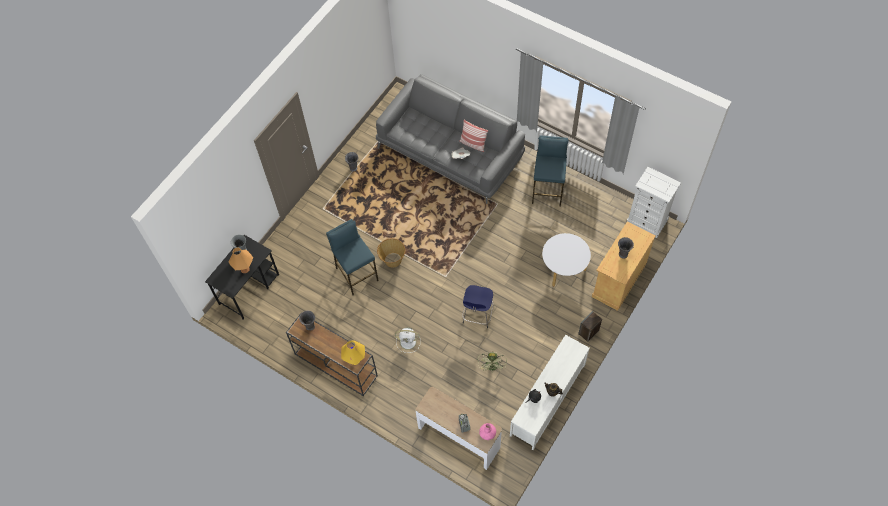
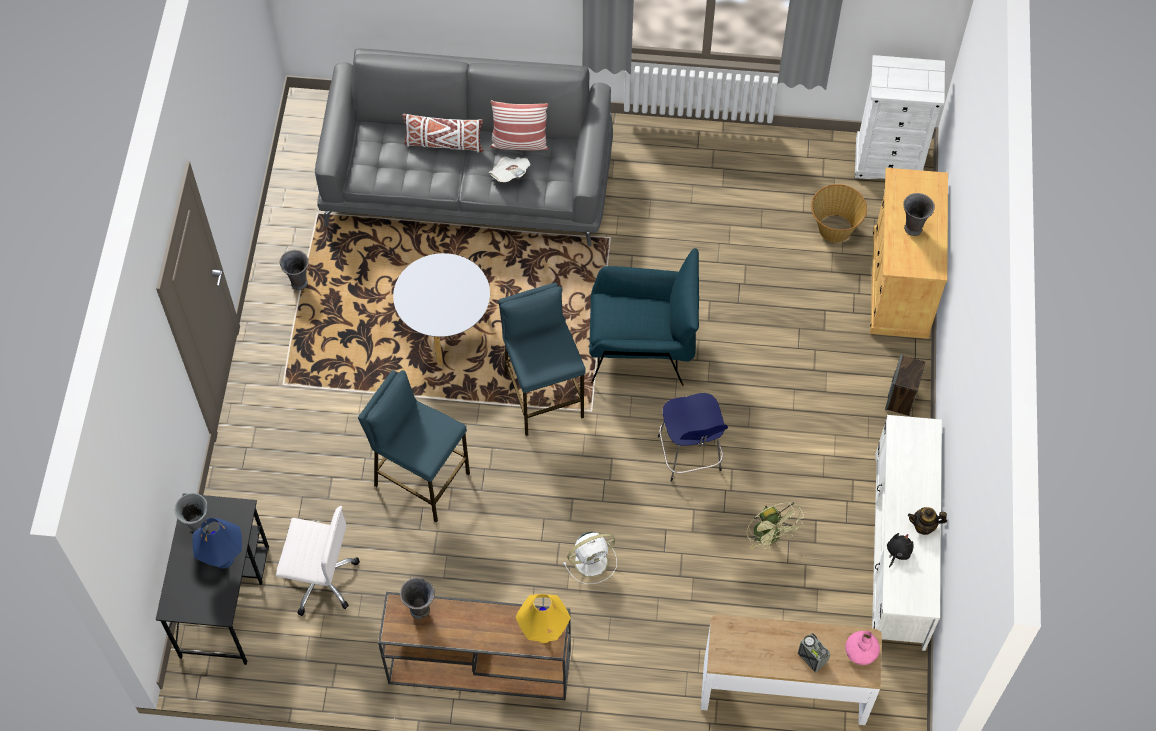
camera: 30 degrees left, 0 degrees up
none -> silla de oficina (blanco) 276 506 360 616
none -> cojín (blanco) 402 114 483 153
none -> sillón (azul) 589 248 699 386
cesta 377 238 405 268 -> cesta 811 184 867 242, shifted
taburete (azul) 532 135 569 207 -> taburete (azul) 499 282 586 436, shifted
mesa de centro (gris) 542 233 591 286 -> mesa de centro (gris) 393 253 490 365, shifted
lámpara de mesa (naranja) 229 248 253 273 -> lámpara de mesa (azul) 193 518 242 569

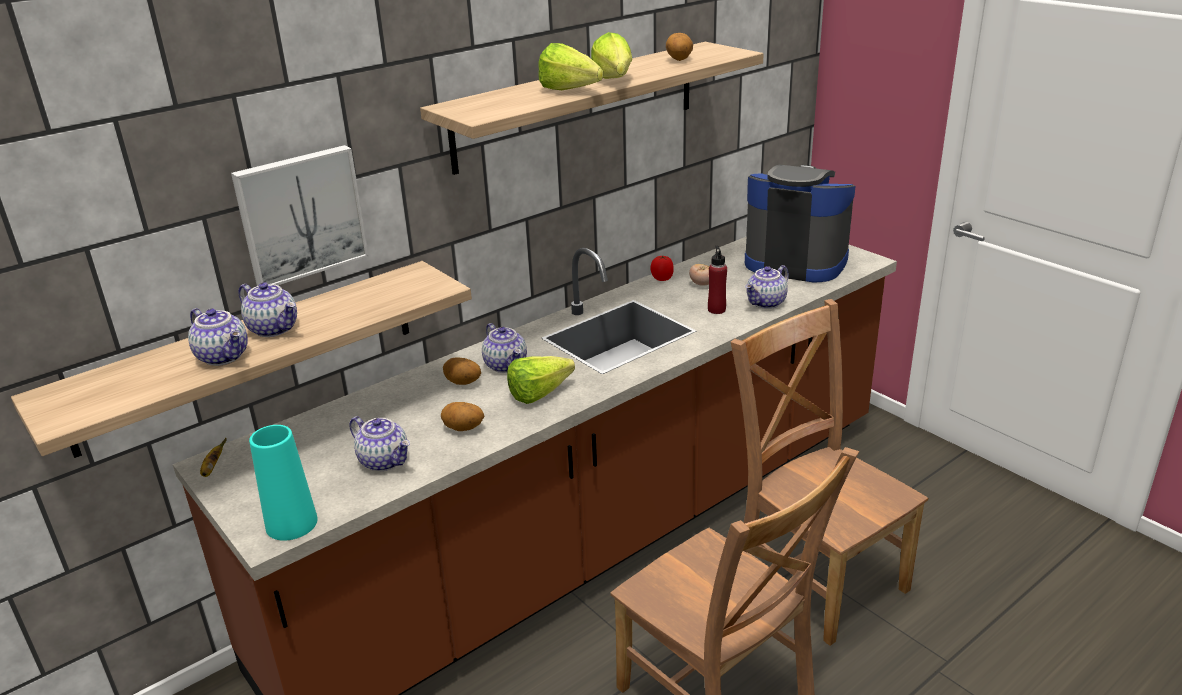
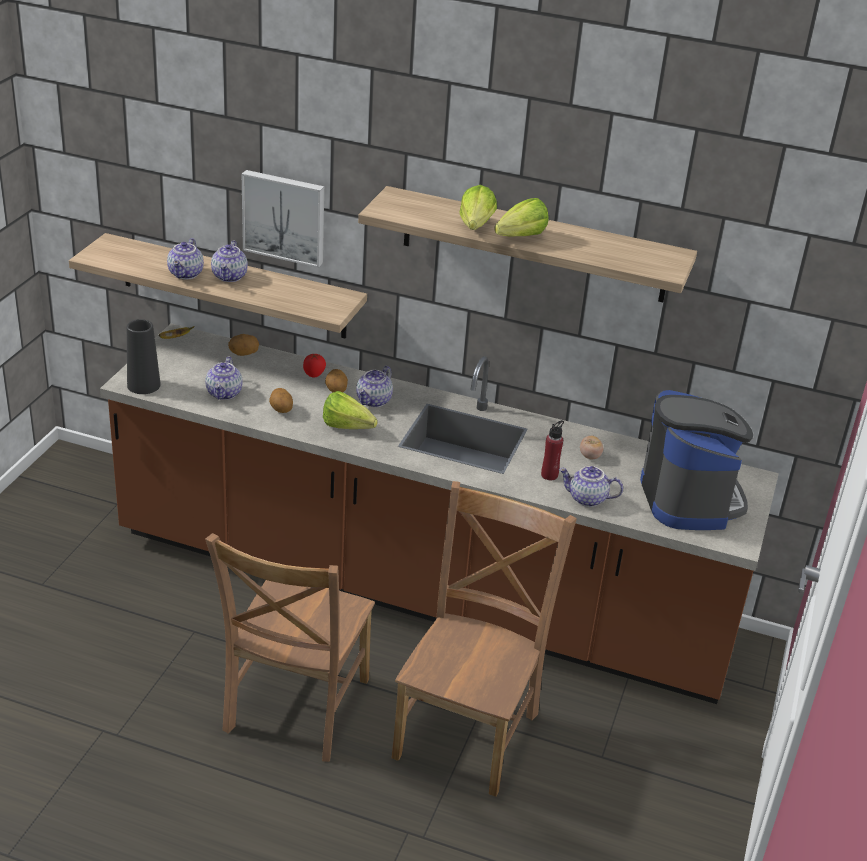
camera: 55 degrees right, 5 degrees up
tomate 650 256 674 281 -> tomate 303 354 326 378, shifted
patata 666 33 693 61 -> patata 228 334 259 356, shifted
florero (turquesa) 249 425 318 541 -> florero (negro) 127 319 161 394

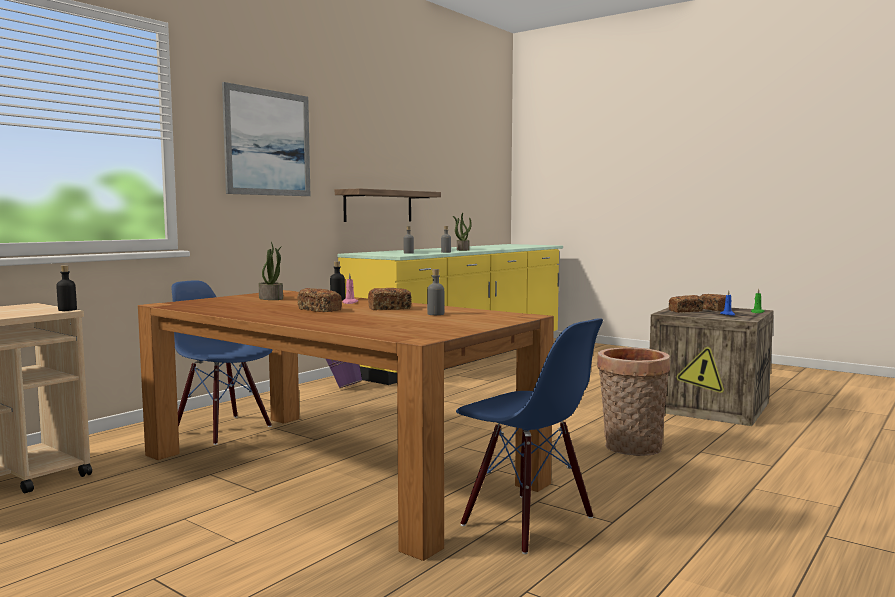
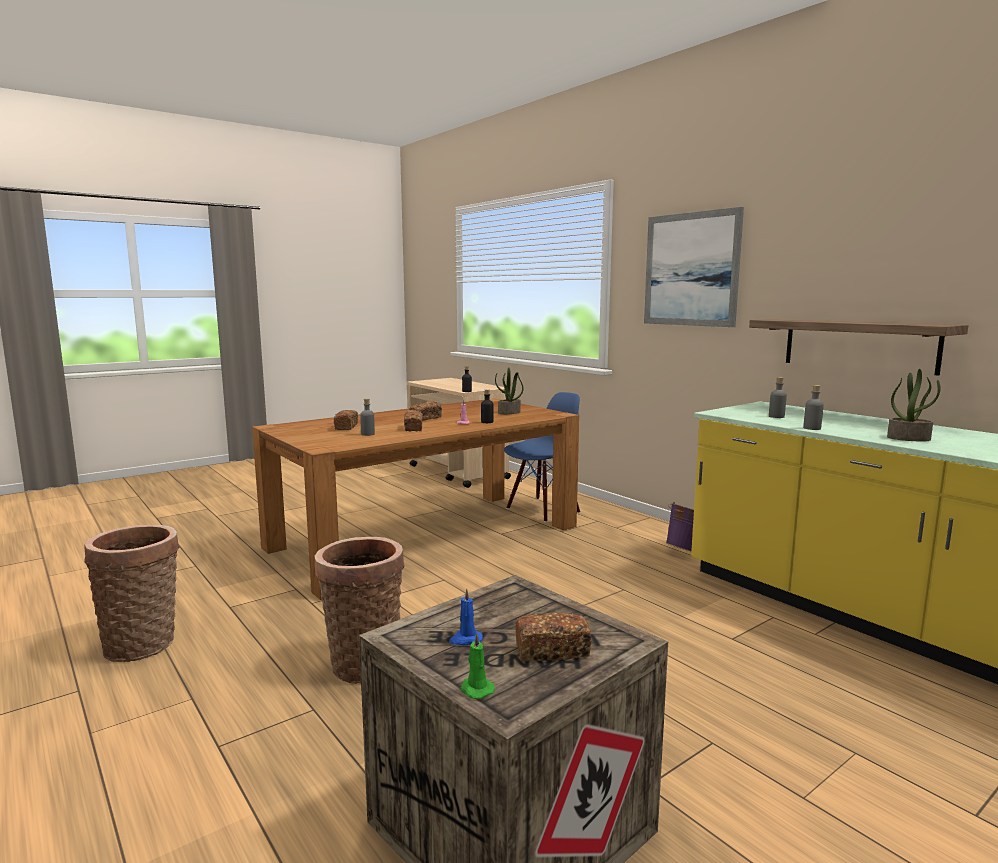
camera: 105 degrees right, 5 degrees up
silla (azul) 456 318 603 554 -> none
none -> cesta 84 525 180 662
pan 669 295 704 313 -> pan 334 410 358 430, shifted

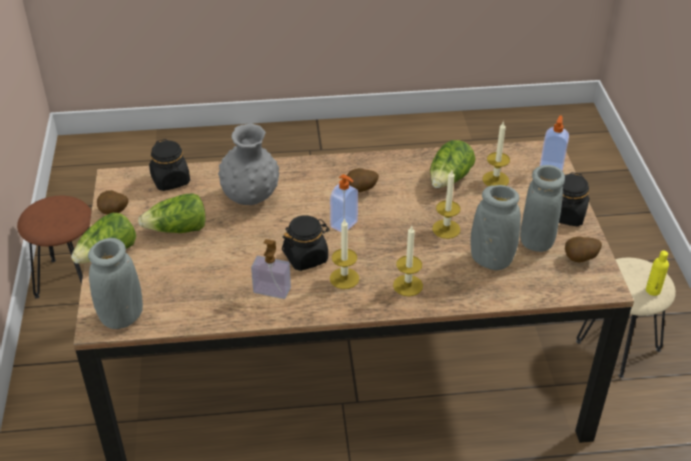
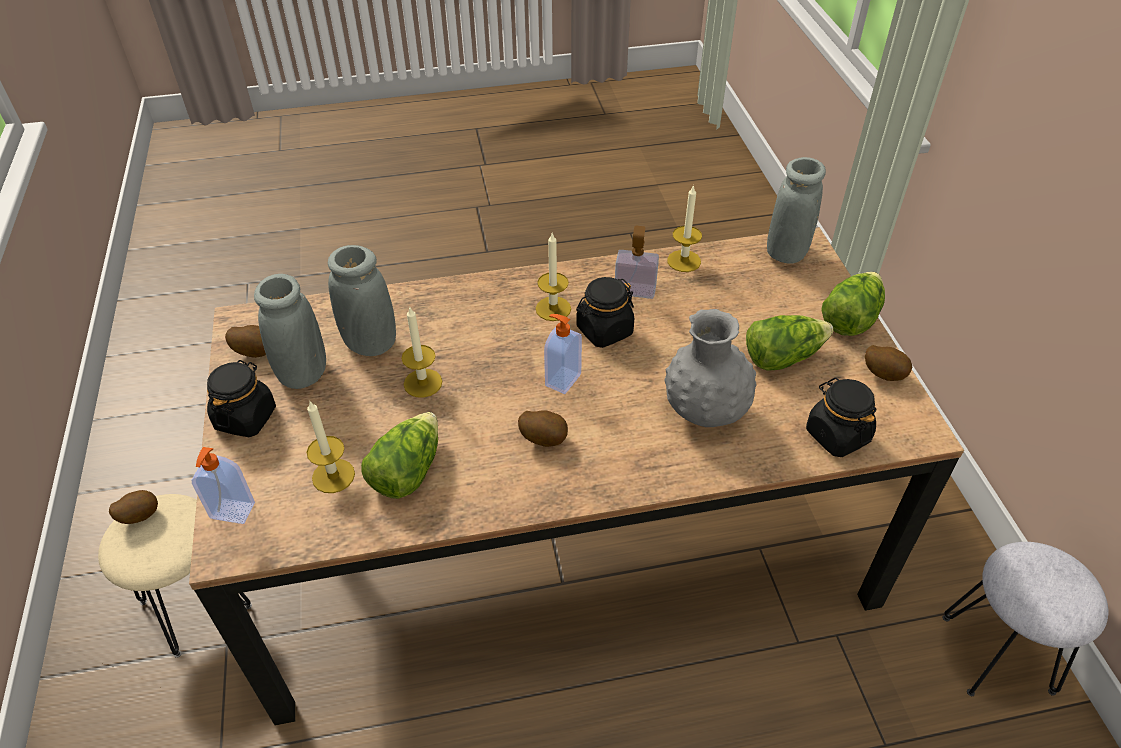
camera: 175 degrees right, 5 degrees up
vela 393 225 423 296 -> vela 667 185 702 272, shifted
botella (amarillo) 646 251 669 296 -> patata 109 490 158 524
taburete (marrón) 17 196 91 299 -> taburete (gris) 943 542 1108 696

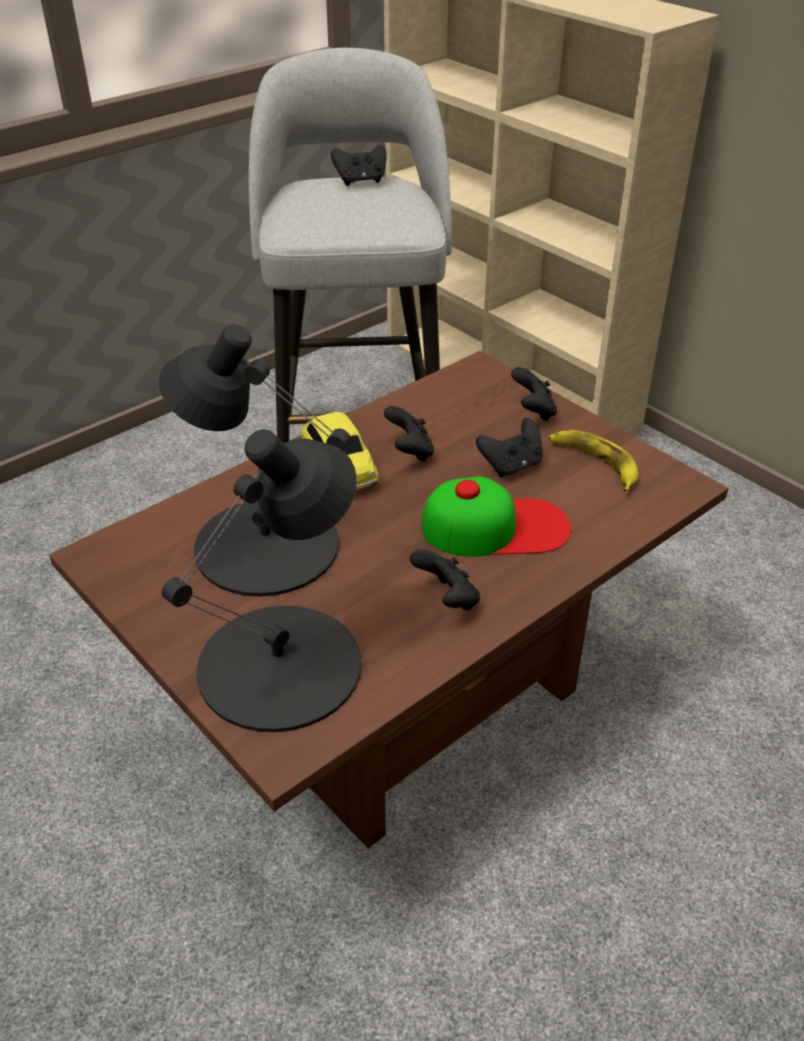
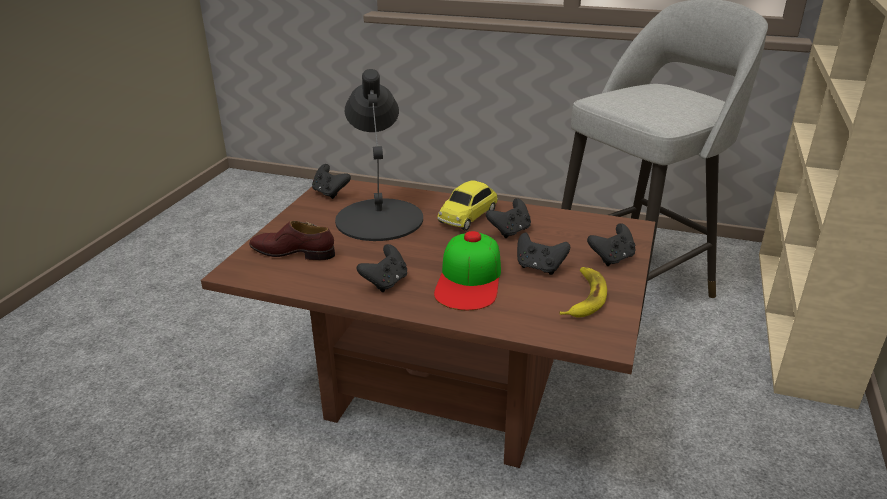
camera: 60 degrees right, 10 degrees down
mando de consola (negro) 331 144 386 186 -> mando de consola (negro) 312 164 351 199, shifted
lámpara de mesa (negro) 161 429 362 732 -> zapato (marrón) 249 221 335 260
gorra 422 476 571 557 -> gorra 434 231 501 310, 45 degrees clockwise

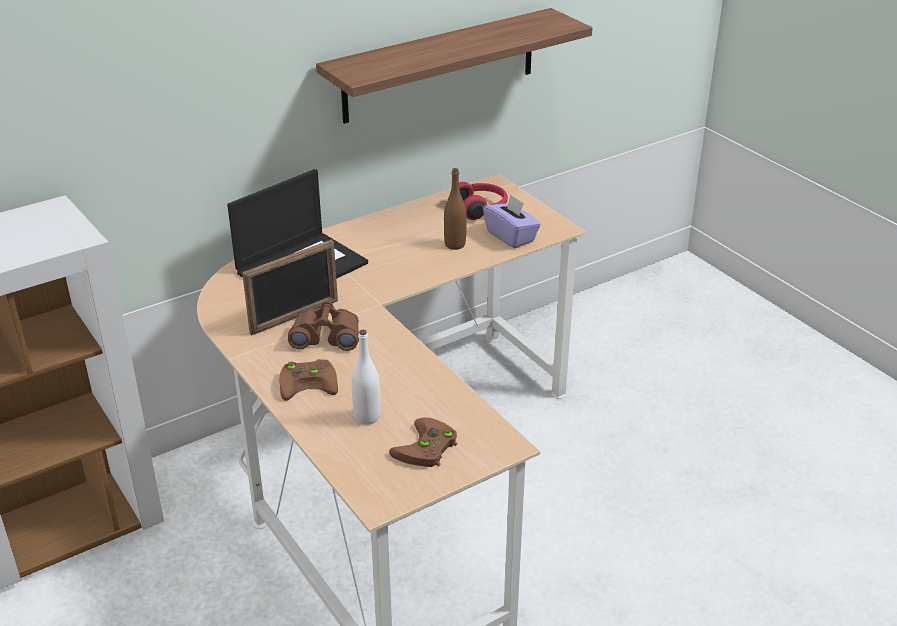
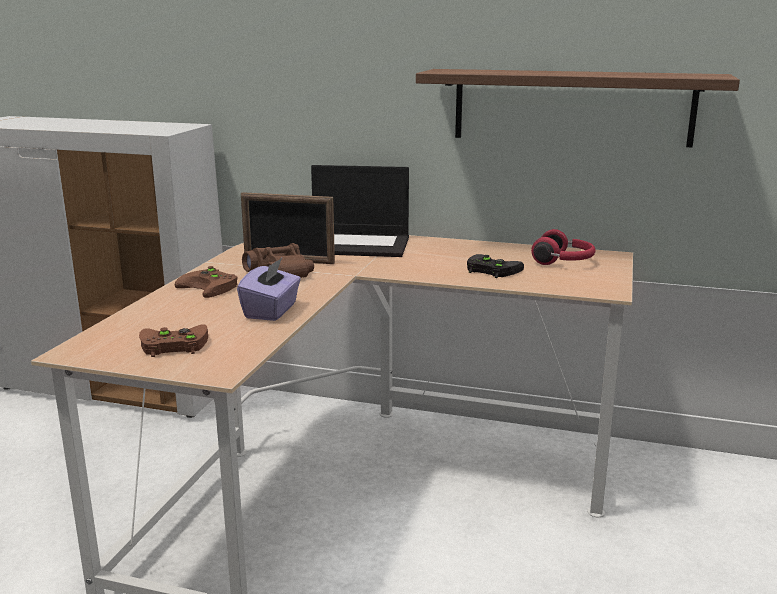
camera: 50 degrees right, 15 degrees down
botella (blanco) 351 329 381 425 -> none
caja de pañuelos (morado) 483 194 541 248 -> caja de pañuelos (morado) 237 258 301 321, shifted
botella (marrón) 444 168 467 250 -> mando de consola (negro) 467 254 524 278

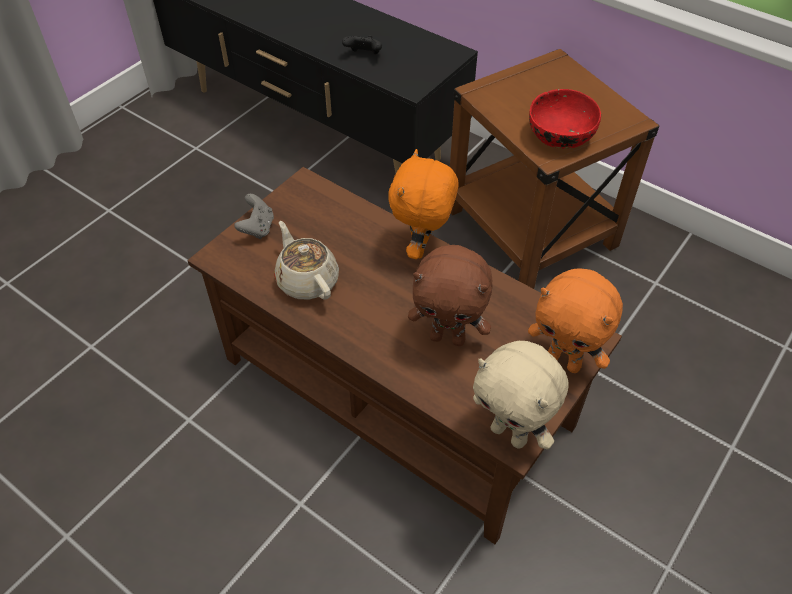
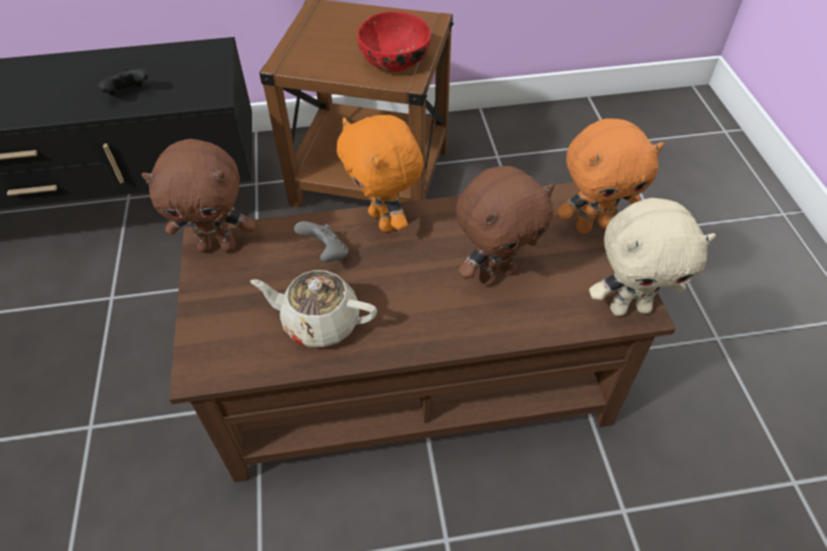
camera: 45 degrees left, 0 degrees up
none -> peluche (marrón) 141 139 255 253
mando de consola (gris) 234 194 274 239 -> mando de consola (gris) 294 221 348 262, shifted

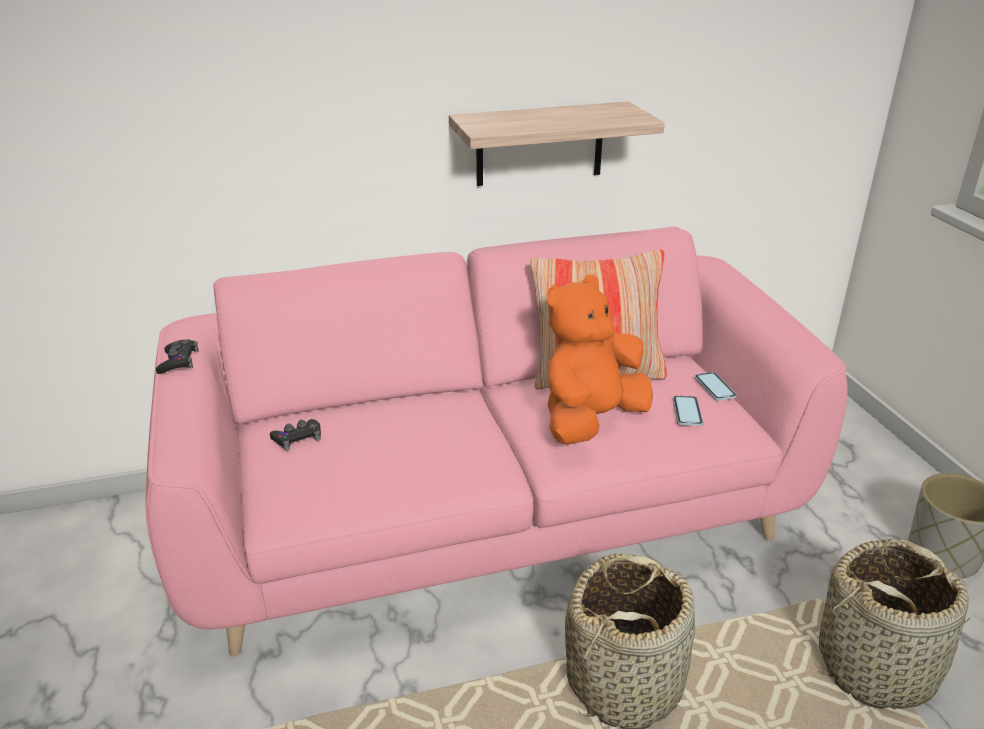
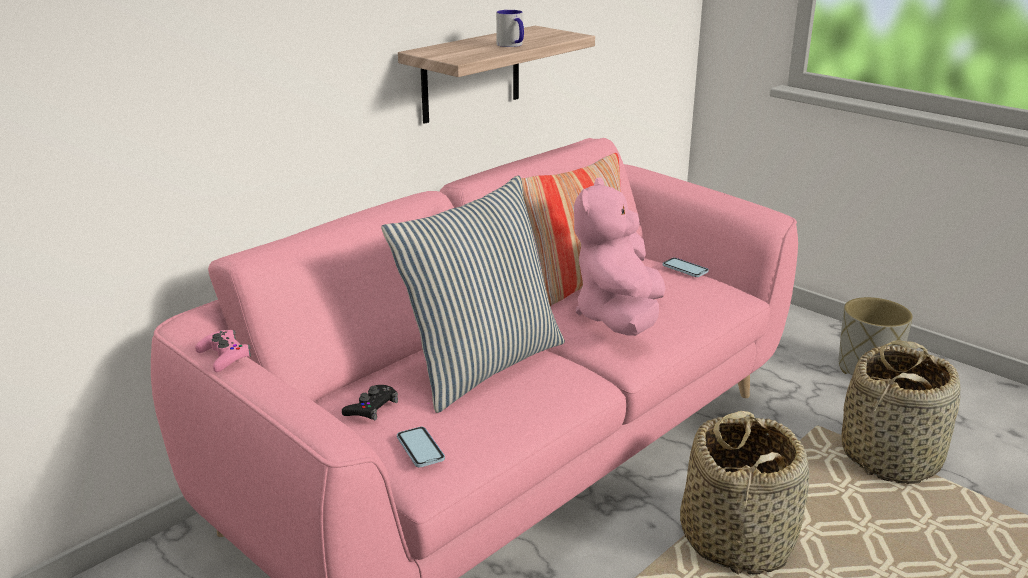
camera: 30 degrees left, 5 degrees down
none -> cojín 381 176 565 413
none -> taza grande 496 10 524 47
móvil 673 396 703 426 -> móvil 397 427 445 467, shifted
mando de consola (negro) 156 339 199 374 -> mando de consola (rosa) 195 330 251 372
peluche (naranja) 547 275 653 445 -> peluche (rosa) 574 177 666 336

